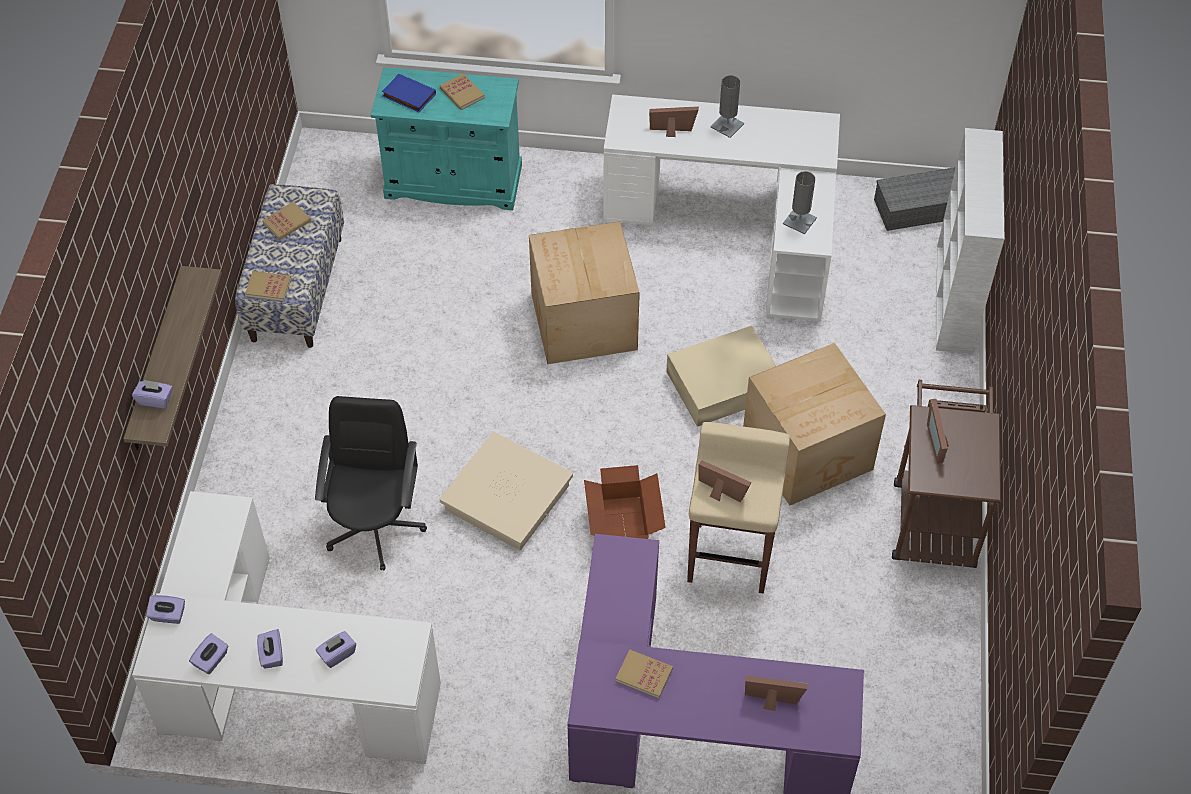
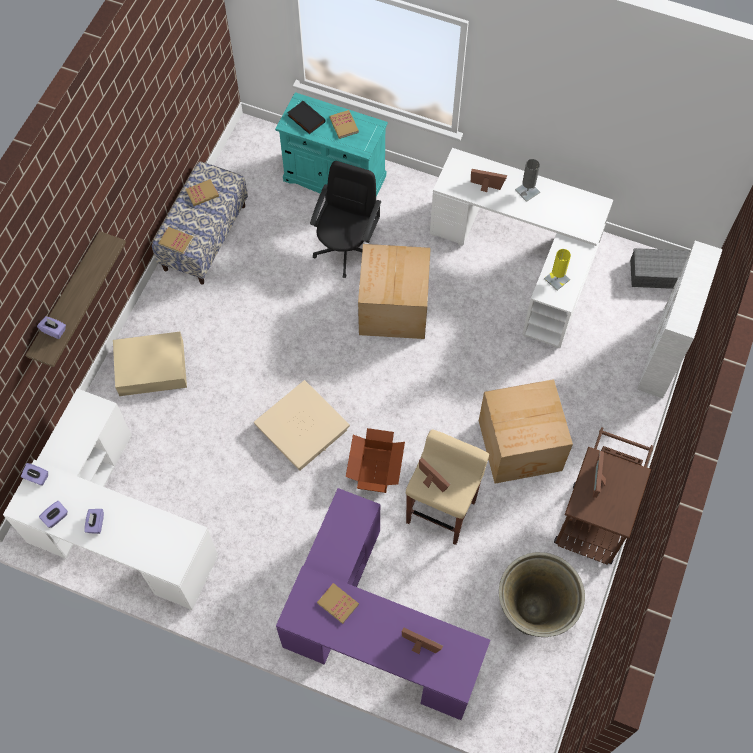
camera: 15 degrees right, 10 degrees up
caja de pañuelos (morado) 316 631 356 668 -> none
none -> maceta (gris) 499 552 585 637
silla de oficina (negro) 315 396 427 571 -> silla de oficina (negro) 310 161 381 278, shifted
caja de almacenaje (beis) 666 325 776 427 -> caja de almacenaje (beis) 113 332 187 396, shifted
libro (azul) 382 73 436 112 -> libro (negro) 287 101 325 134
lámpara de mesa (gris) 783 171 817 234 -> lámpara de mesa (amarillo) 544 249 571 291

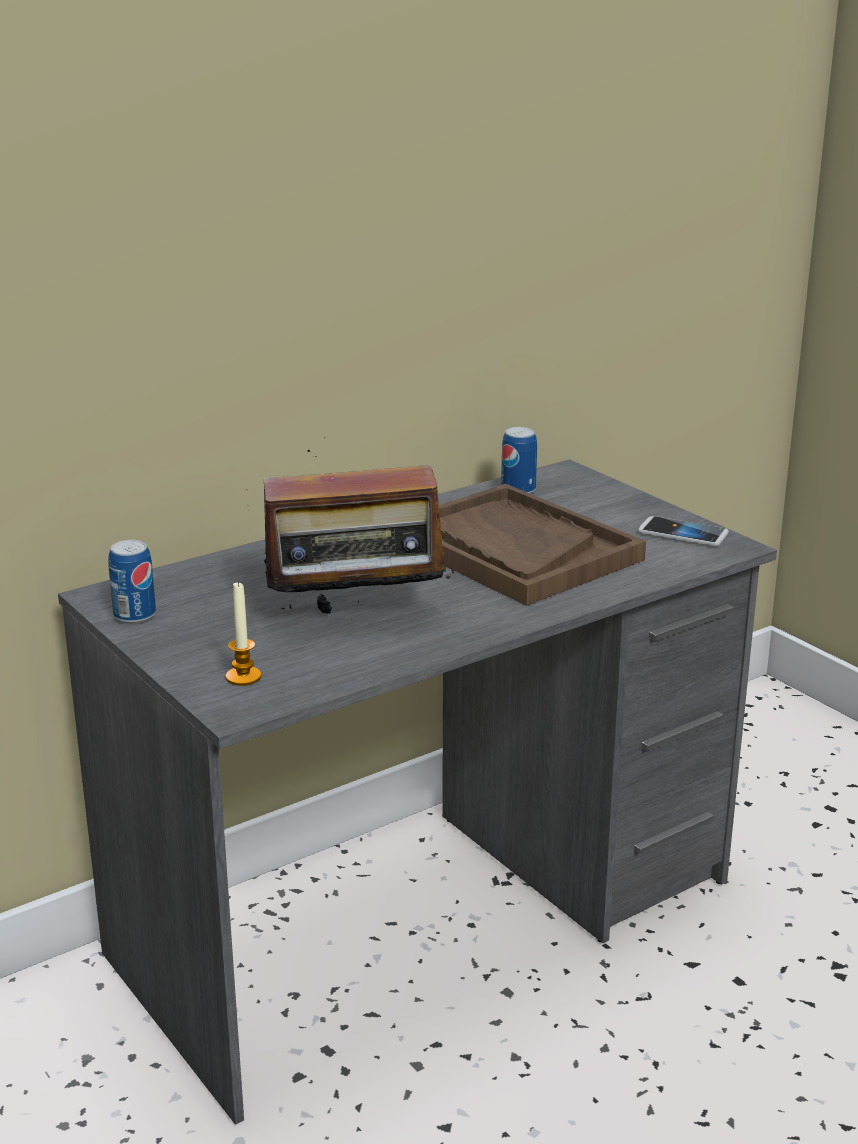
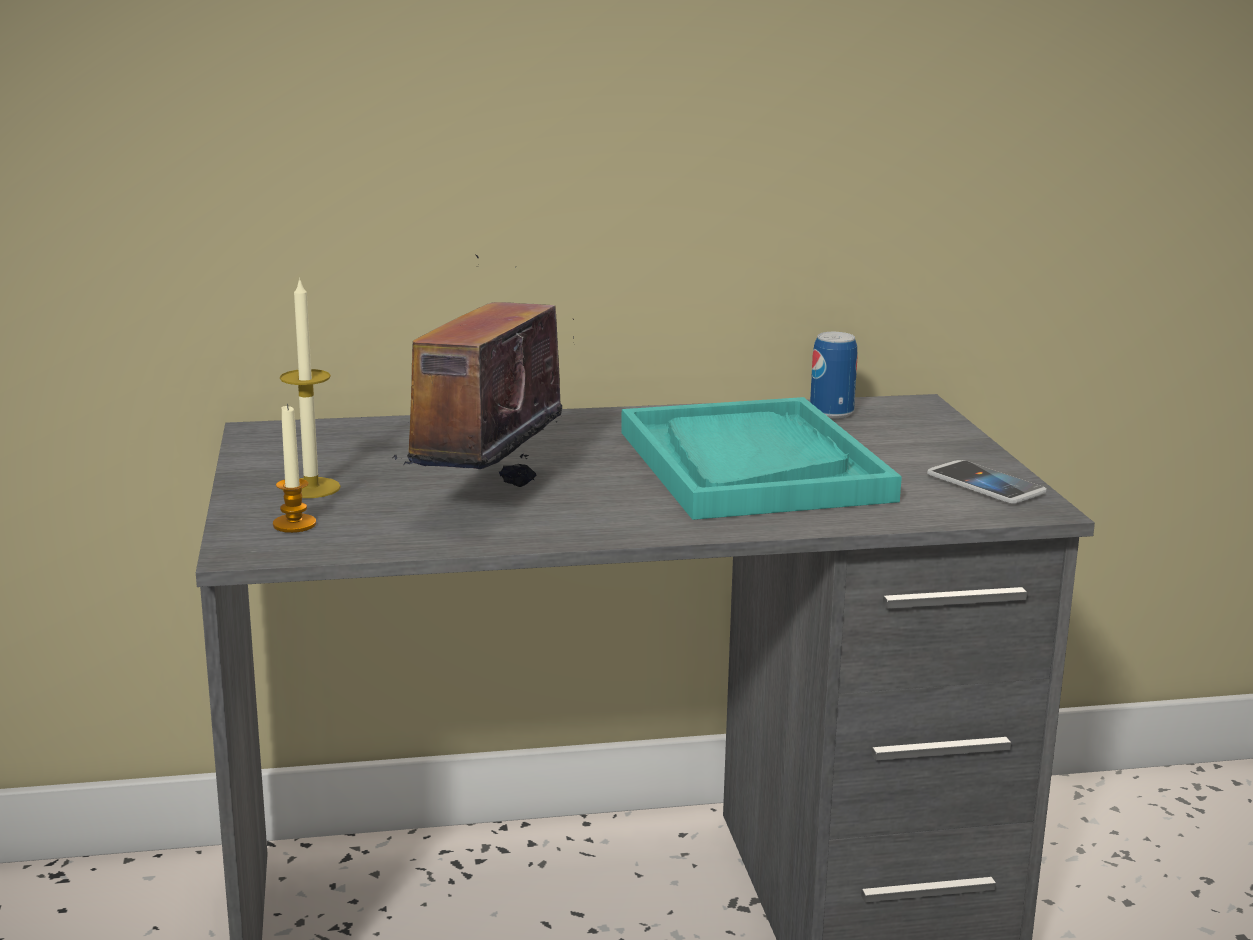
camera: 25 degrees right, 5 degrees down
lata 108 540 156 624 -> none
none -> vela 280 277 341 498
bandeja (marrón) 439 484 646 606 -> bandeja (turquesa) 621 397 902 520
radio 255 437 455 614 -> radio 393 255 575 487, 90 degrees clockwise

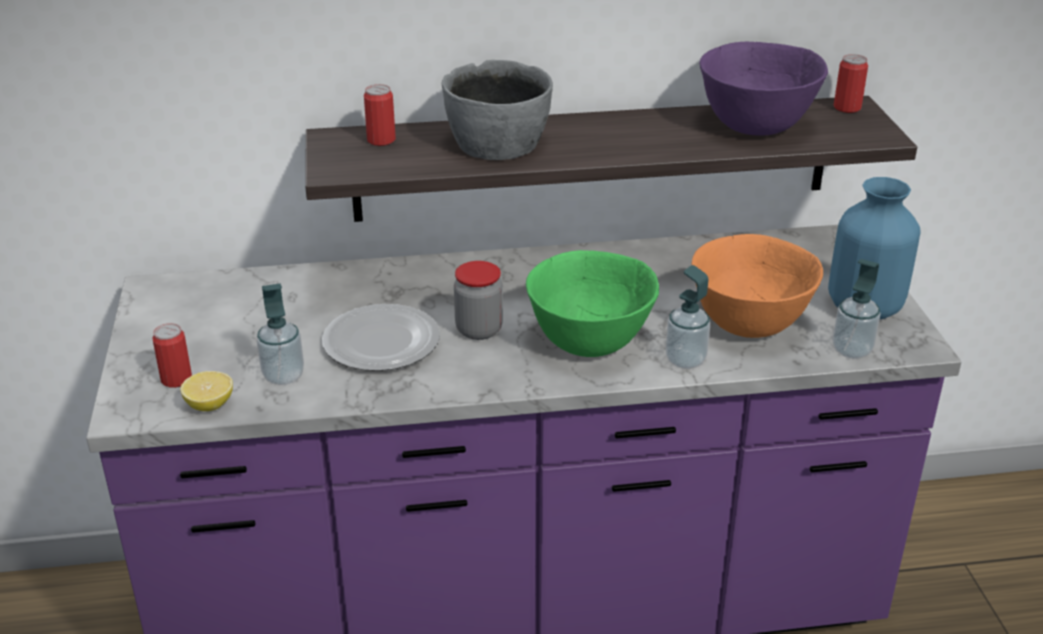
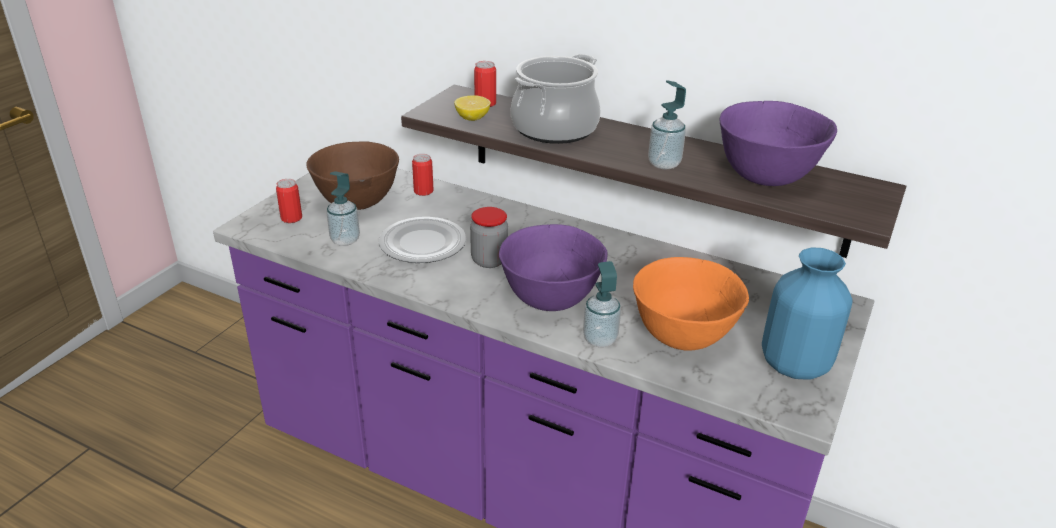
camera: 35 degrees right, 0 degrees up
none -> cuenco (marrón) 307 141 399 210
limón 180 371 233 411 -> limón 454 95 491 121, shifted
dispensador de jabón 833 259 880 359 -> dispensador de jabón 648 80 686 169, shifted
lata 834 54 868 113 -> lata 412 154 434 196, shifted
cuenco (gris) 441 60 553 160 -> olla 511 54 601 144
cuenco (verde) 526 250 659 357 -> cuenco (morado) 499 224 608 311

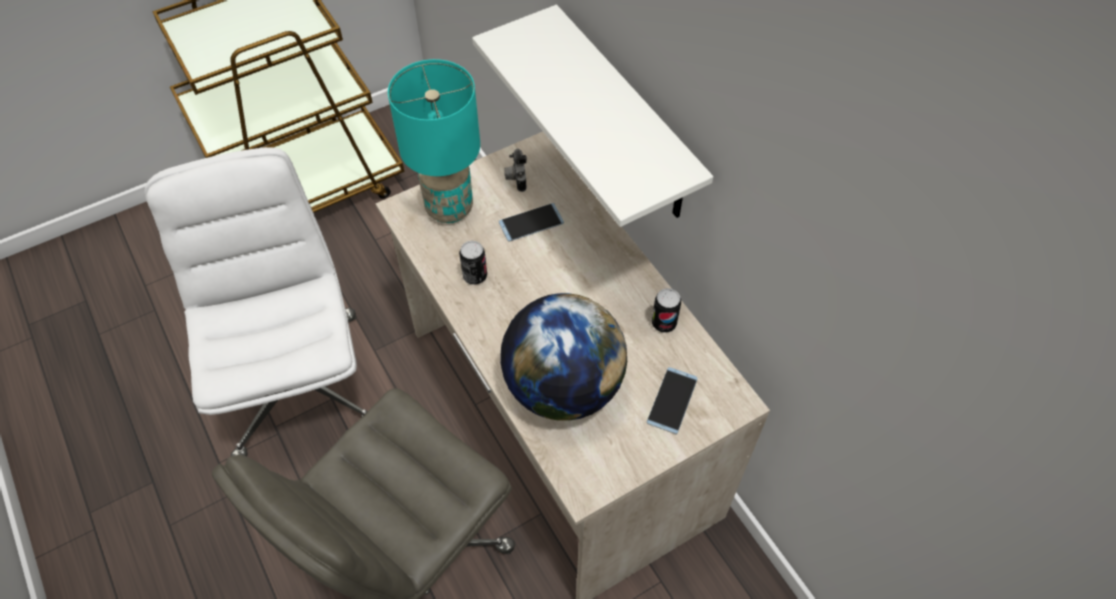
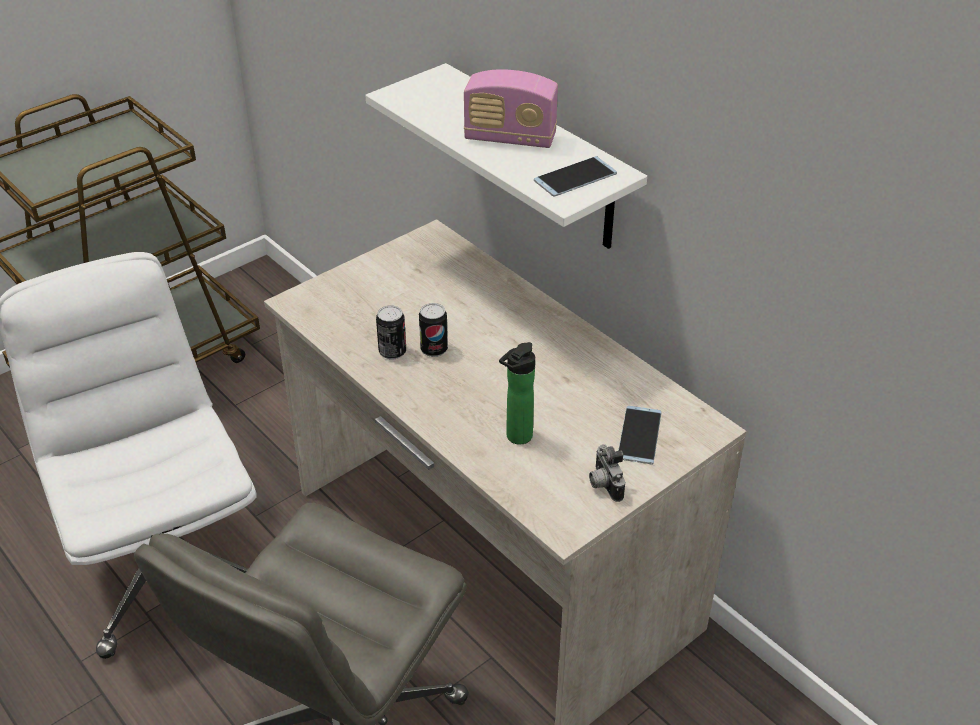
camera: 10 degrees left, 15 degrees down
lámpara de mesa (turquesa) 388 59 480 223 -> none
none -> radio 464 69 558 148
móvil 499 203 564 241 -> móvil 534 156 617 196, shifted
cámara 504 149 527 192 -> cámara 589 444 625 502, shifted
lata 652 288 681 333 -> lata 419 303 448 357, shifted
globo terráqueo 500 293 627 421 -> botella 499 342 535 444

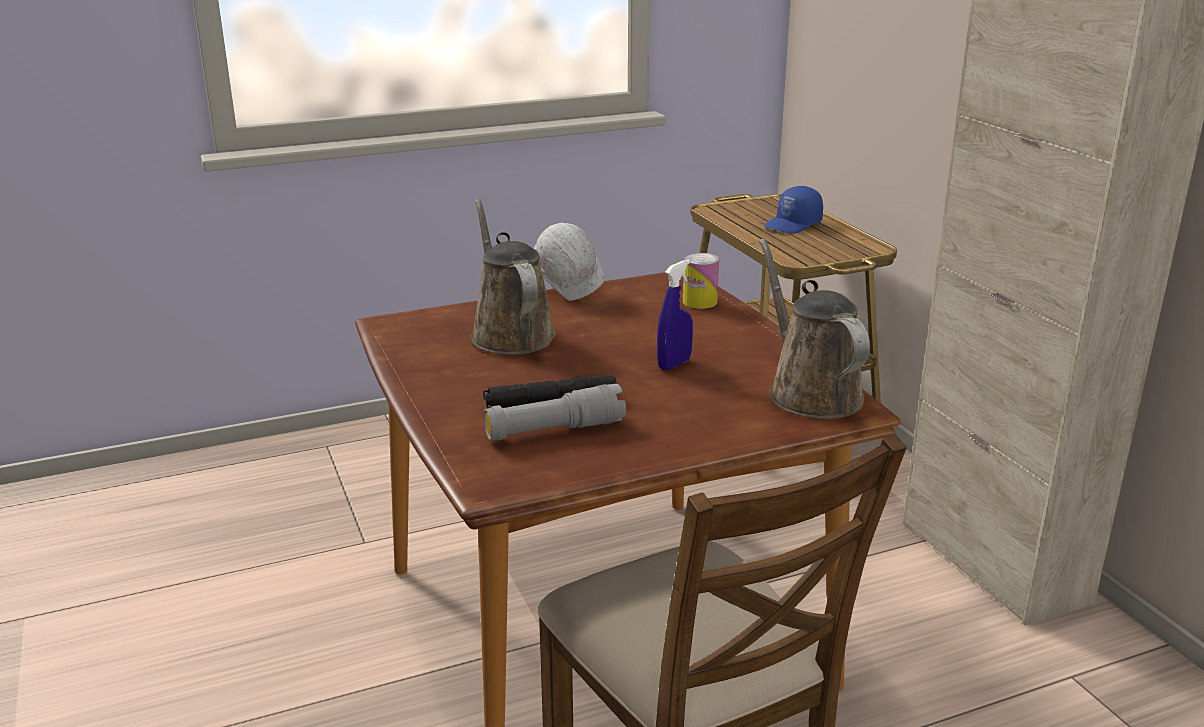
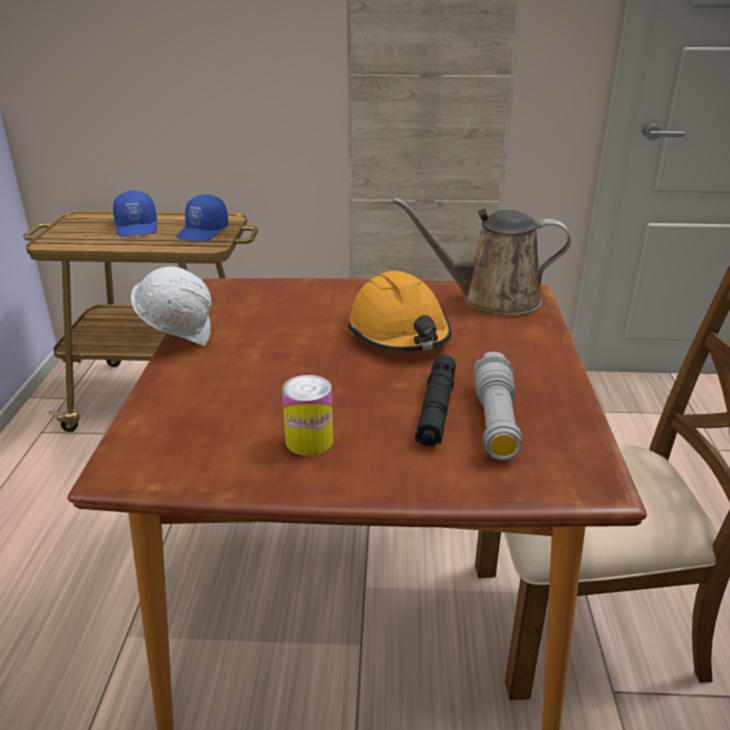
camera: 65 degrees left, 5 degrees up
regadera (marrón) 471 199 556 355 -> none
none -> gorra (azul) 176 194 229 241
lata 683 253 719 309 -> lata 282 375 333 456, shifted
pulverizador (azul) 657 260 693 370 -> casco (naranja) 348 271 451 352

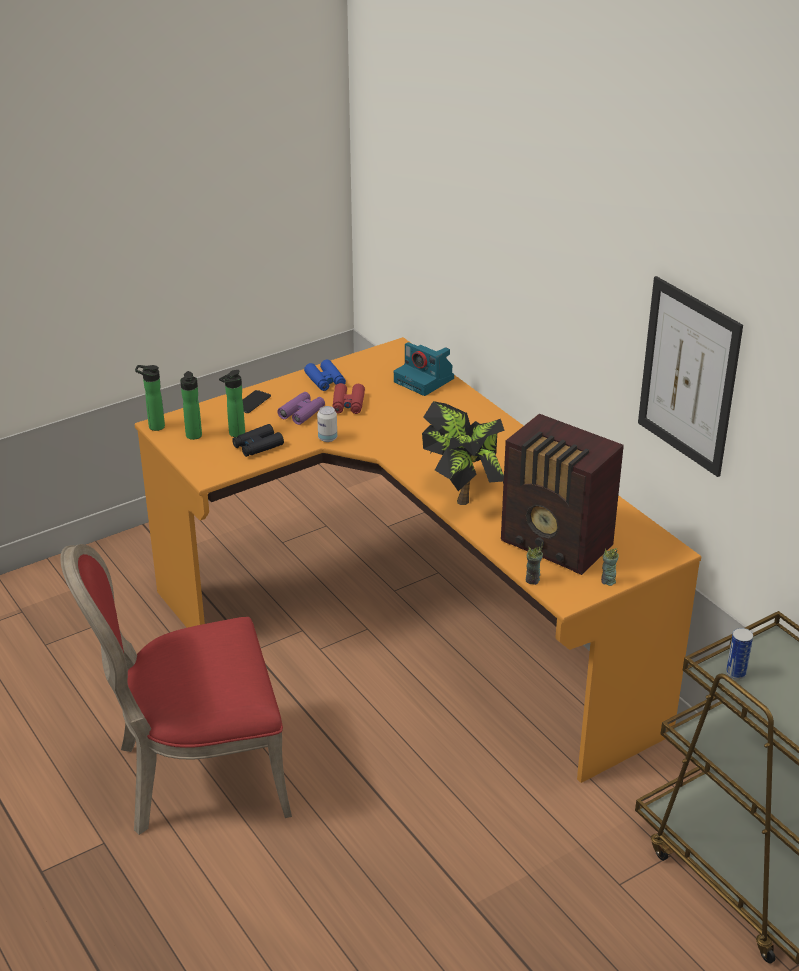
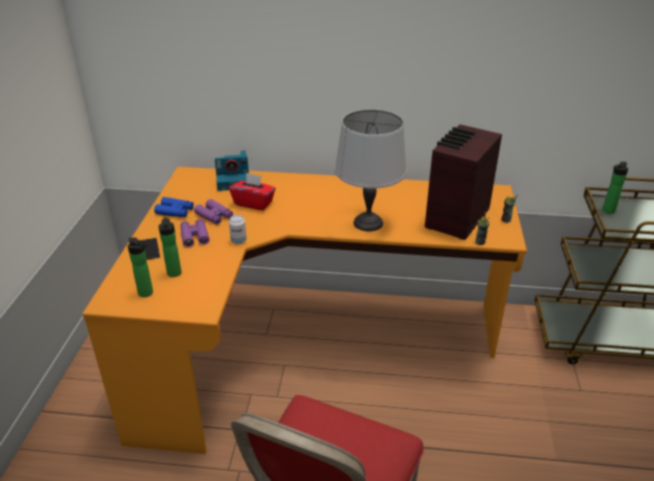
camera: 50 degrees left, 0 degrees up
prismáticos (negro) 232 424 284 457 -> none
cuadro 638 276 743 477 -> none
lata 726 628 753 680 -> none
none -> caja de pañuelos (rojo) 229 172 276 211
botella 135 365 165 431 -> botella 602 162 628 214, shifted
planta en maceta 422 401 505 505 -> lámpara de mesa (gris) 335 109 407 231
prismáticos (rojo) 333 383 365 414 -> prismáticos (morado) 194 199 233 225
radio 501 414 624 575 -> radio 425 124 502 240, 135 degrees clockwise

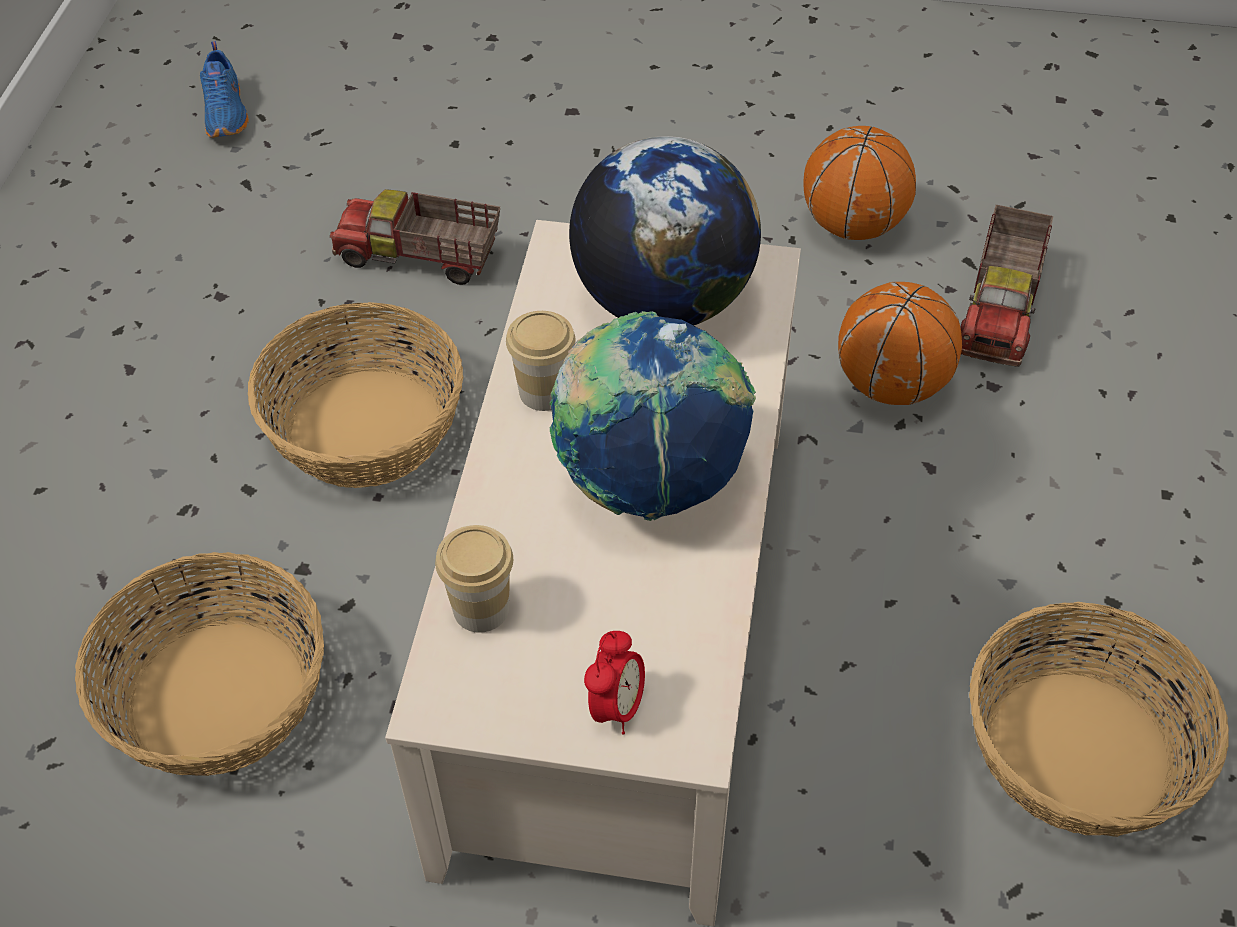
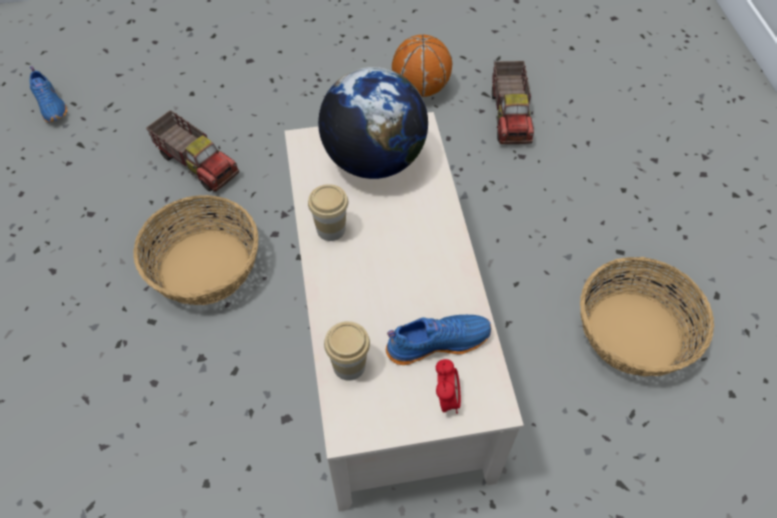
camera: 20 degrees left, 5 degrees up
cesta 75 552 324 776 -> none
globo terráqueo 549 311 756 521 -> none
balón de baloncesto 838 282 962 405 -> none
none -> zapato (azul) 386 315 491 365
camión de juguete 330 189 500 285 -> camión de juguete 146 110 239 192, 135 degrees counterclockwise

